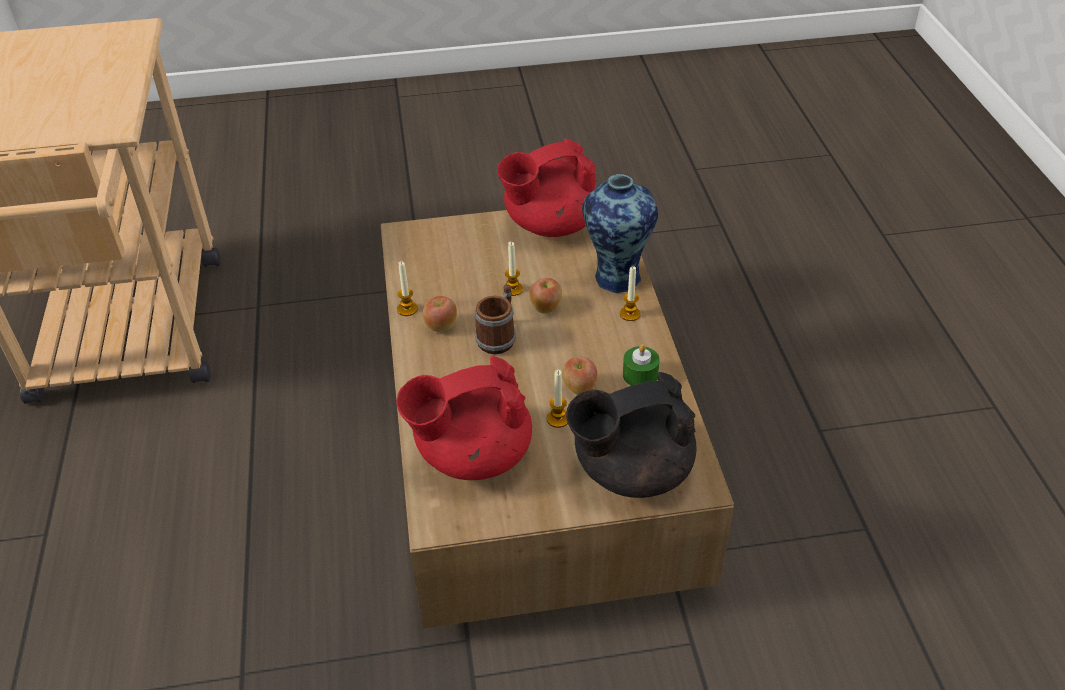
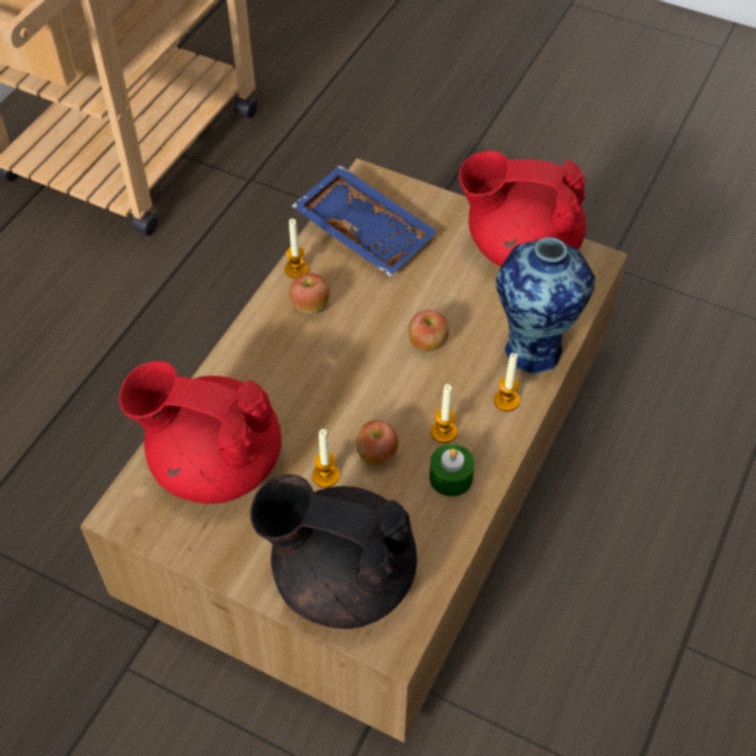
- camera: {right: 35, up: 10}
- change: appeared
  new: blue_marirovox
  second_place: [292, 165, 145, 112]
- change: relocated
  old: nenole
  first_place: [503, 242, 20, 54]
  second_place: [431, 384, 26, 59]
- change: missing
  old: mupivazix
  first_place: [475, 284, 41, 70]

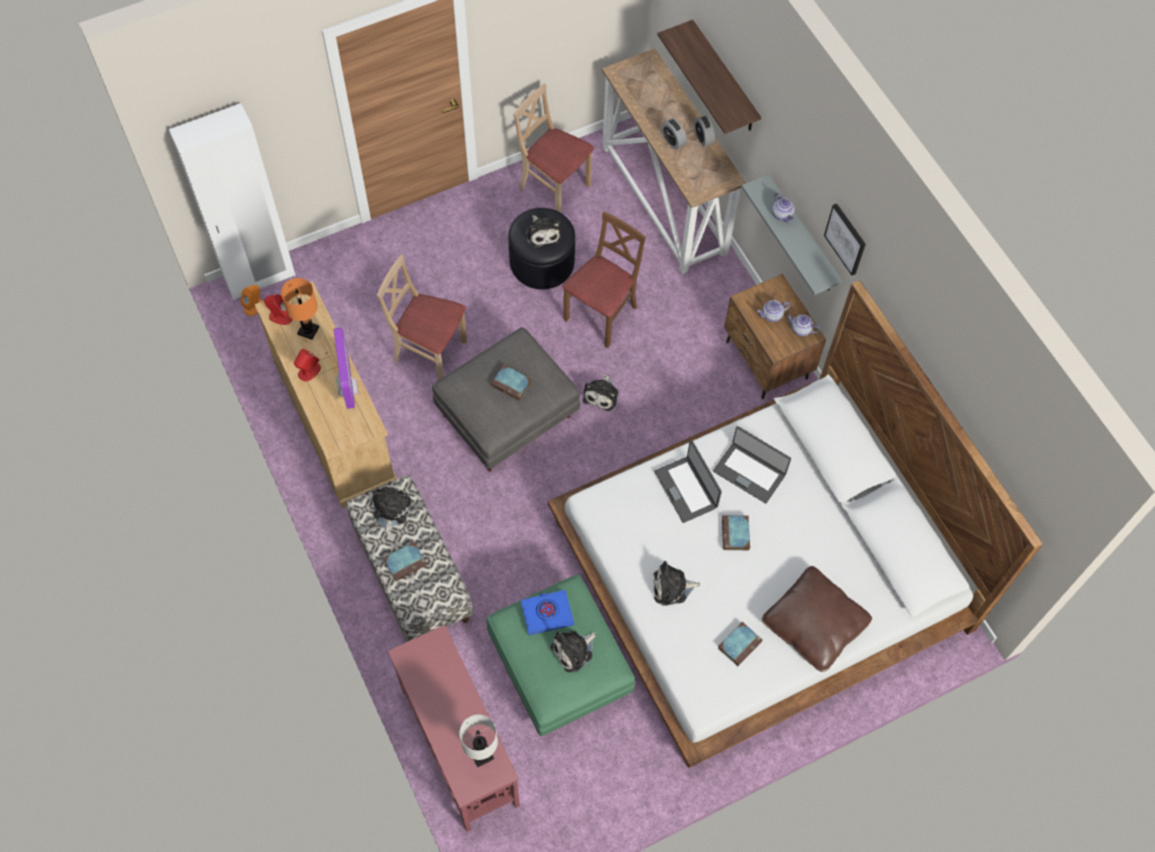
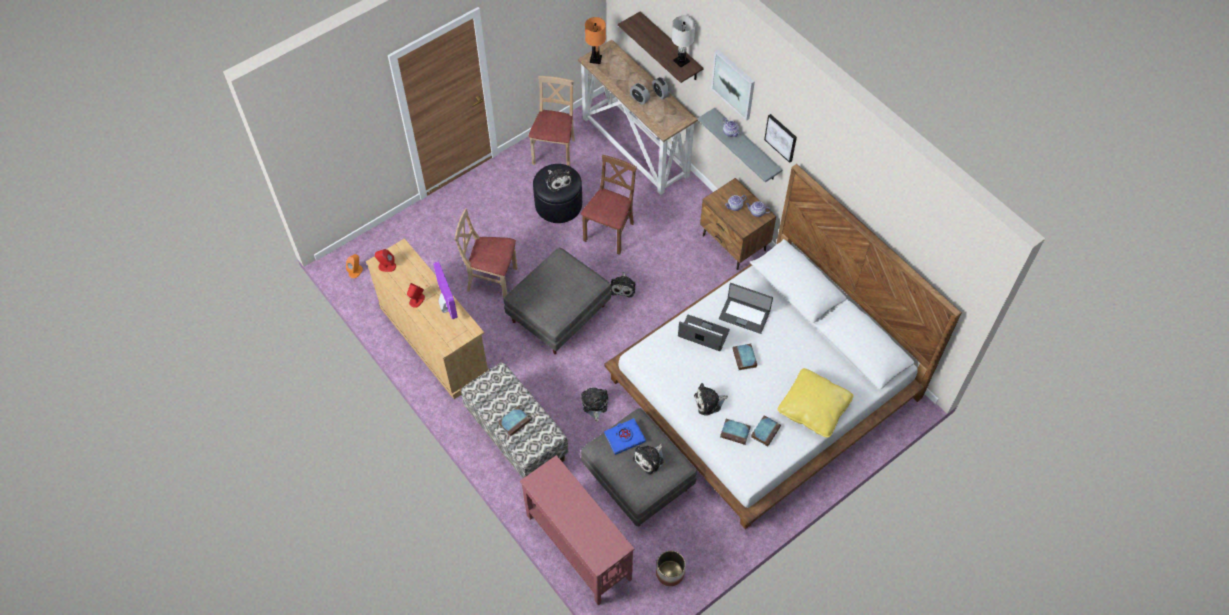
- camera: {right: -10, up: -5}
- change: spun
  old: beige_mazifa
  first_place: [513, 84, 81, 129]
  second_place: [529, 76, 46, 90]
  degrees: 75
- change: relocated
  old: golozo
  first_place: [372, 486, 39, 50]
  second_place: [581, 387, 27, 35]
- change: colour
  old: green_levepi
  new: grey_levepi
  first_place: [486, 575, 149, 161]
  second_place: [581, 408, 116, 118]
- change: relocated
  old: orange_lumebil
  first_place: [281, 278, 38, 62]
  second_place: [585, 17, 21, 47]
- change: appeared
  new: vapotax
  second_place: [656, 550, 29, 36]
- change: relocated
  old: white_lumebil
  first_place: [459, 715, 39, 52]
  second_place: [672, 15, 23, 52]
- change: spun
  old: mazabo
  first_place: [655, 440, 67, 83]
  second_place: [678, 315, 52, 36]
  degrees: 150
- change: appeared
  new: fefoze
  second_place: [711, 49, 44, 72]
- change: relocated
  old: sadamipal
  first_place: [491, 365, 41, 36]
  second_place: [720, 419, 31, 26]
- change: colour
  old: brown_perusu
  new: yellow_perusu
  first_place: [762, 566, 110, 106]
  second_place: [777, 368, 77, 70]
- change: missing
  old: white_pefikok
  first_place: [169, 103, 127, 197]

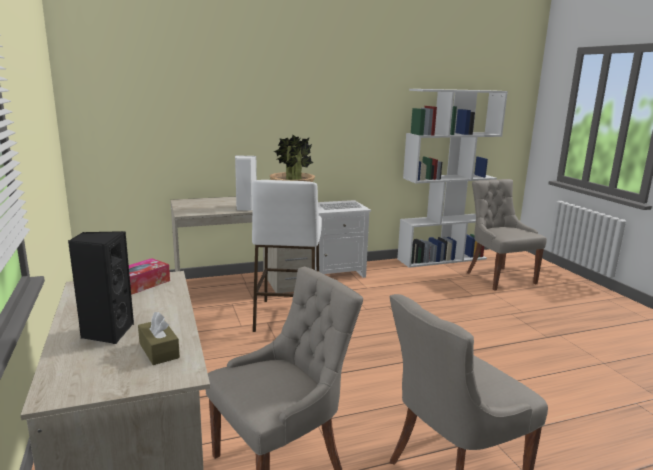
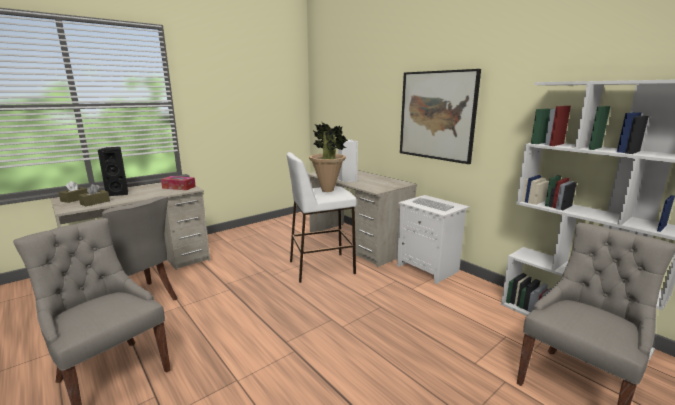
- camera: {right: 70, up: 0}
- change: appeared
  new: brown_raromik
  second_place: [58, 181, 30, 22]
- change: appeared
  new: fefoze
  second_place: [400, 69, 81, 95]

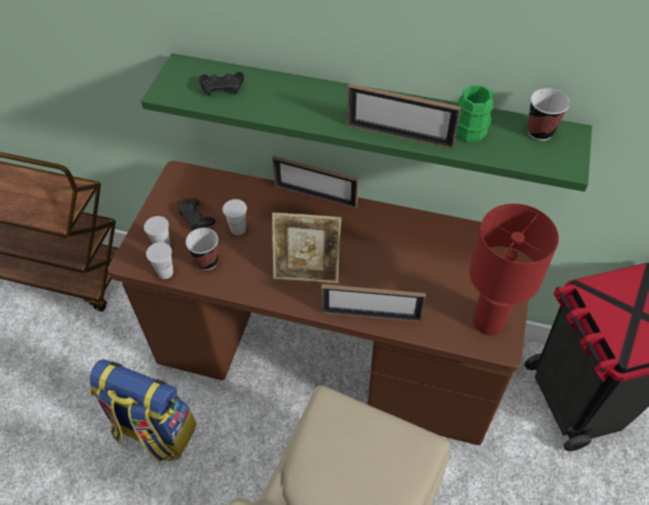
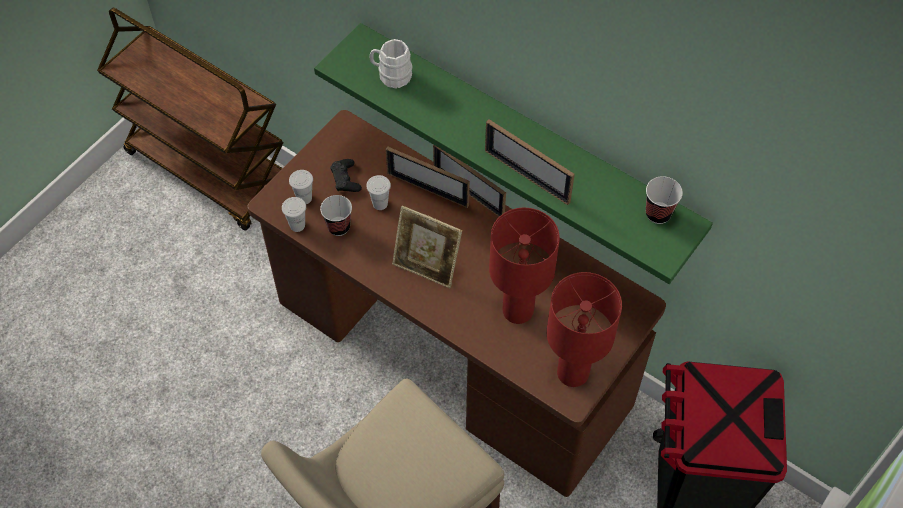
- camera: {right: 20, up: 5}
- change: exchanged
  old: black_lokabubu
  new: white_mupivazix
  first_place: [199, 72, 45, 24]
  second_place: [370, 39, 43, 50]
- change: relocated
  old: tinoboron
  first_place: [321, 284, 105, 38]
  second_place: [386, 146, 84, 62]
- change: appeared
  new: red_lumebil
  second_place: [489, 208, 71, 116]
- change: missing
  old: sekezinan
  first_place: [90, 359, 107, 103]
- change: missing
  old: green_mupivazix
  first_place: [456, 85, 38, 57]

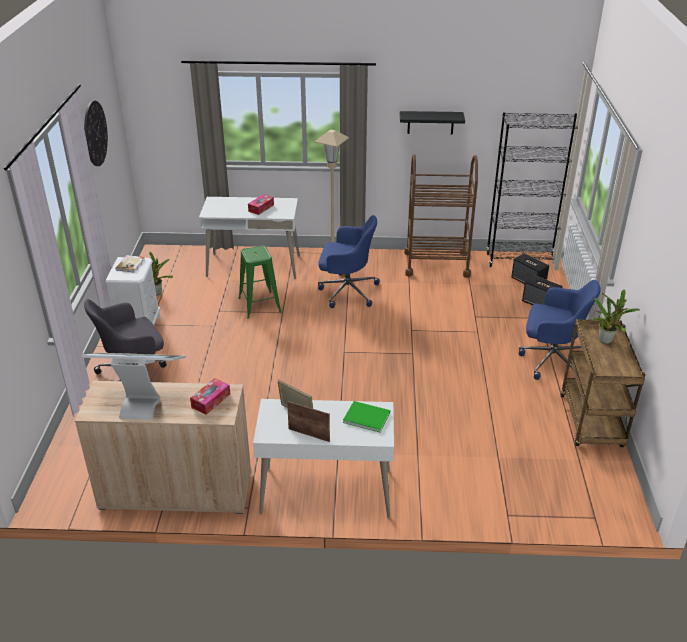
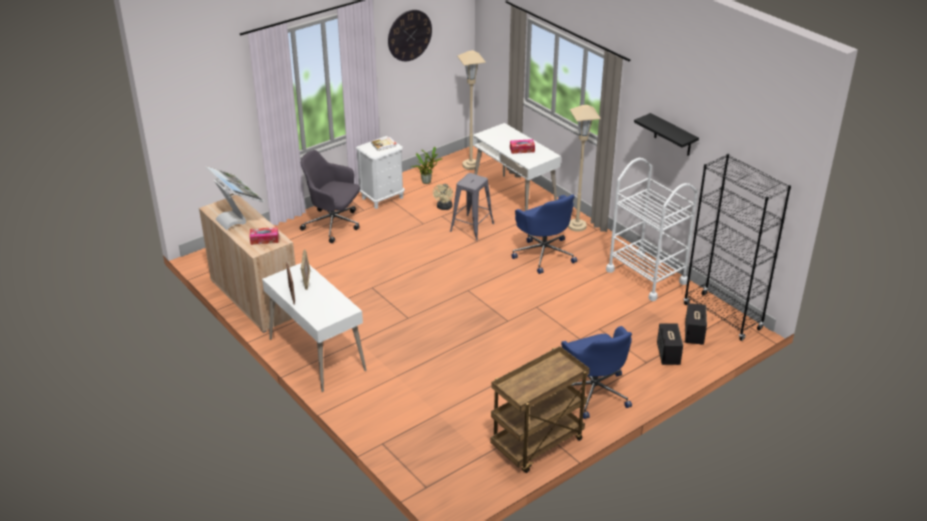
- camera: {right: 50, up: 0}
- change: appeared
  new: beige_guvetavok
  second_place: [433, 184, 20, 26]
- change: colour
  old: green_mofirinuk
  new: grey_mofirinuk
  first_place: [238, 245, 44, 74]
  second_place: [450, 173, 44, 67]
- change: appeared
  new: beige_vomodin
  second_place: [457, 50, 29, 120]
- change: colour
  old: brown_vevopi
  new: white_vevopi
  first_place: [404, 154, 74, 124]
  second_place: [606, 158, 92, 143]
- change: missing
  old: green_sadamipal
  first_place: [343, 401, 47, 32]
- change: missing
  old: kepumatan
  first_place: [592, 290, 48, 54]

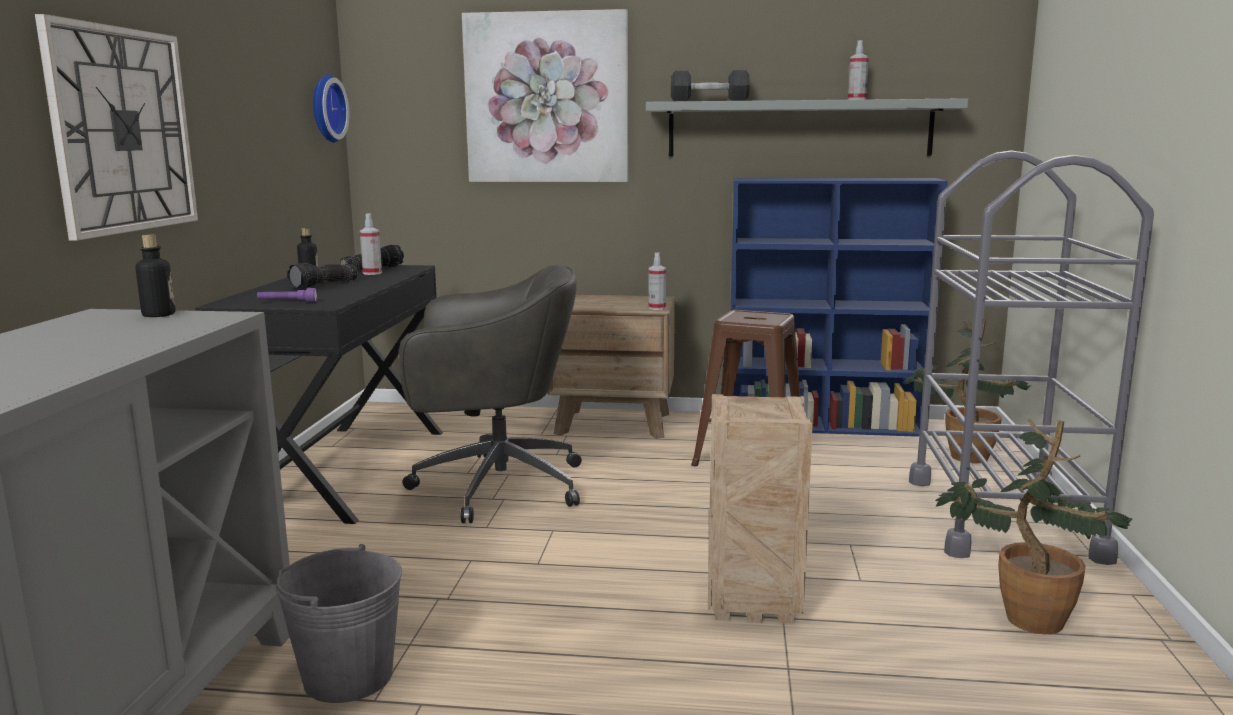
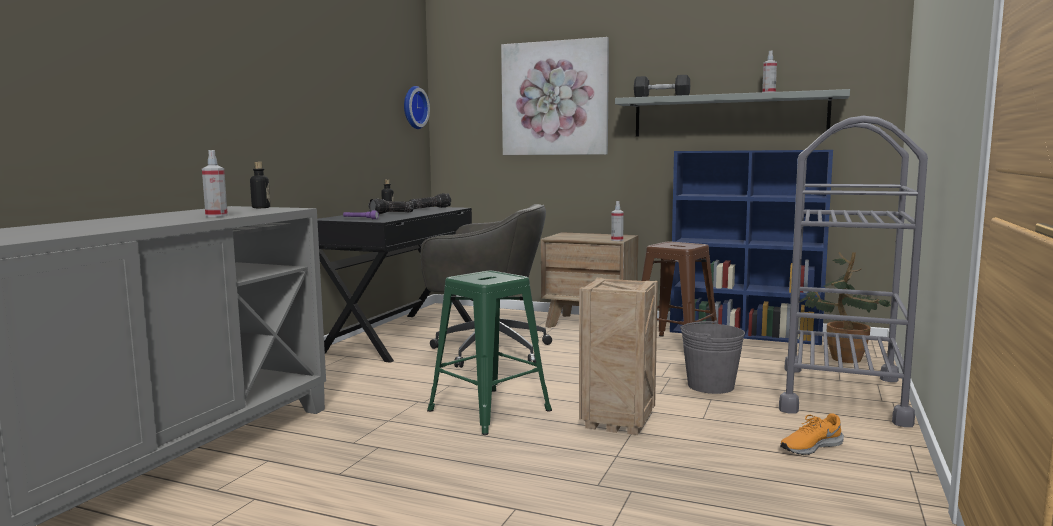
- camera: {right: 15, up: -5}
- change: relocated
  old: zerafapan
  first_place: [360, 213, 22, 62]
  second_place: [202, 150, 26, 67]
- change: appeared
  new: green_mofirinuk
  second_place: [427, 271, 125, 164]
- change: relocated
  old: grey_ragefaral
  first_place: [276, 544, 126, 159]
  second_place: [680, 320, 65, 74]
- change: exchanged
  old: kepumatan
  new: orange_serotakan
  first_place: [935, 419, 198, 215]
  second_place: [780, 413, 64, 42]
- change: missing
  old: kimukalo
  first_place: [35, 14, 163, 227]

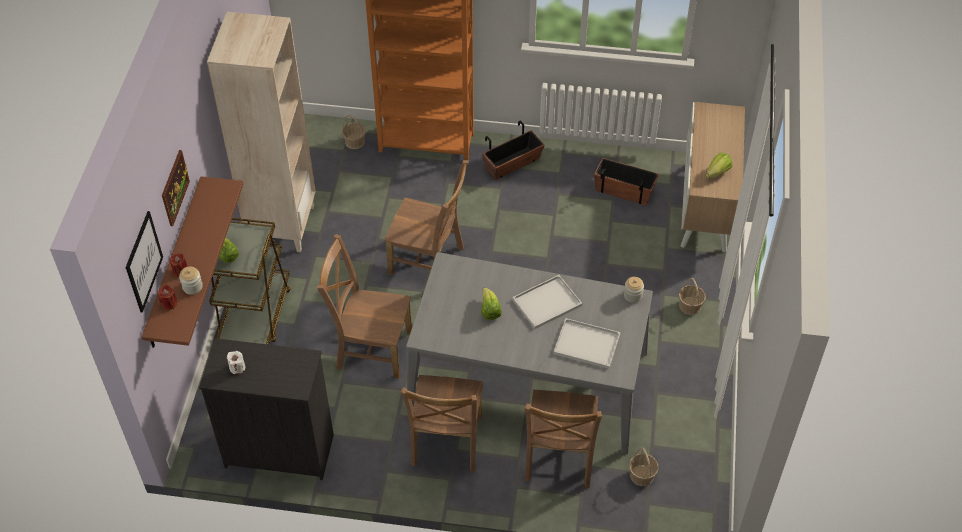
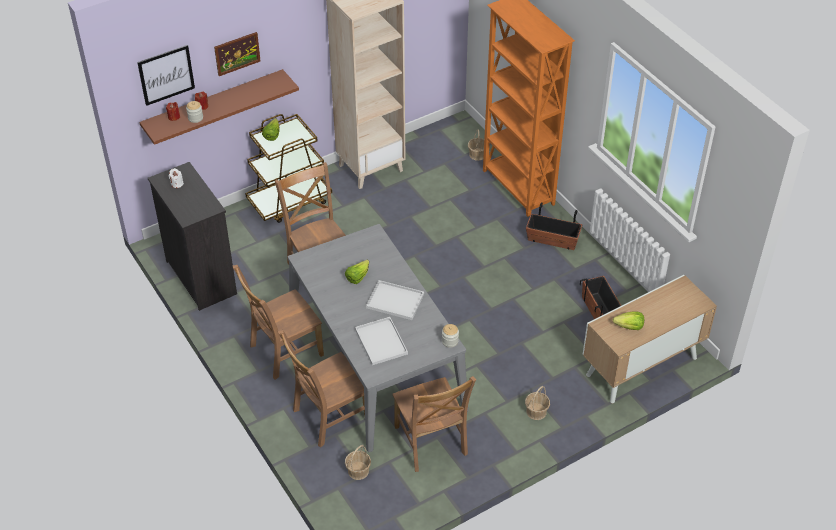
- camera: {right: 50, up: -5}
- change: relocated
  old: brown_mazifa
  first_place: [384, 160, 85, 115]
  second_place: [393, 376, 83, 96]

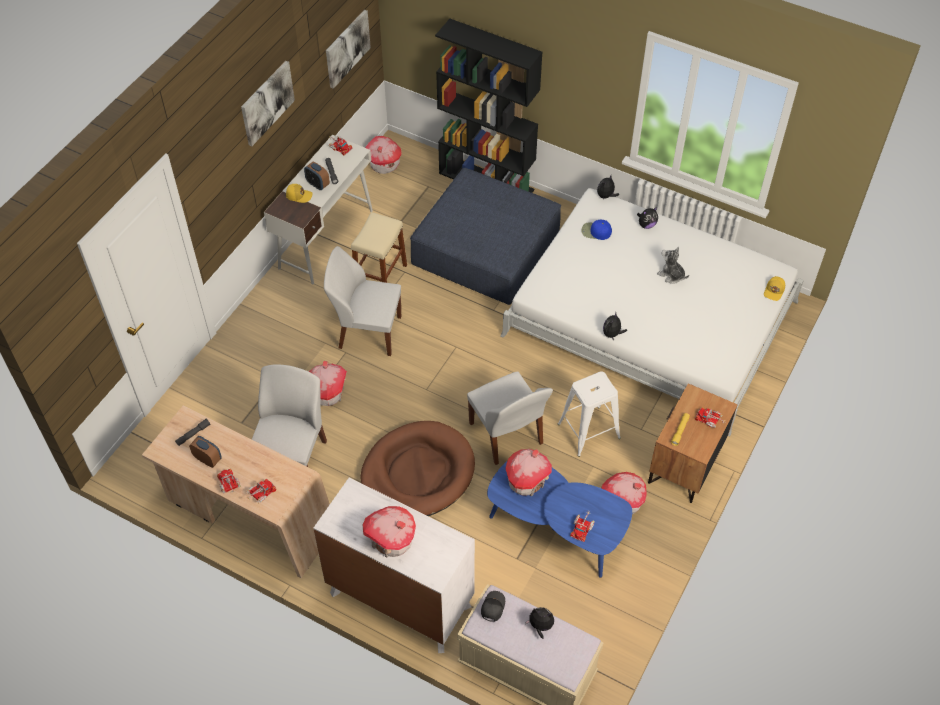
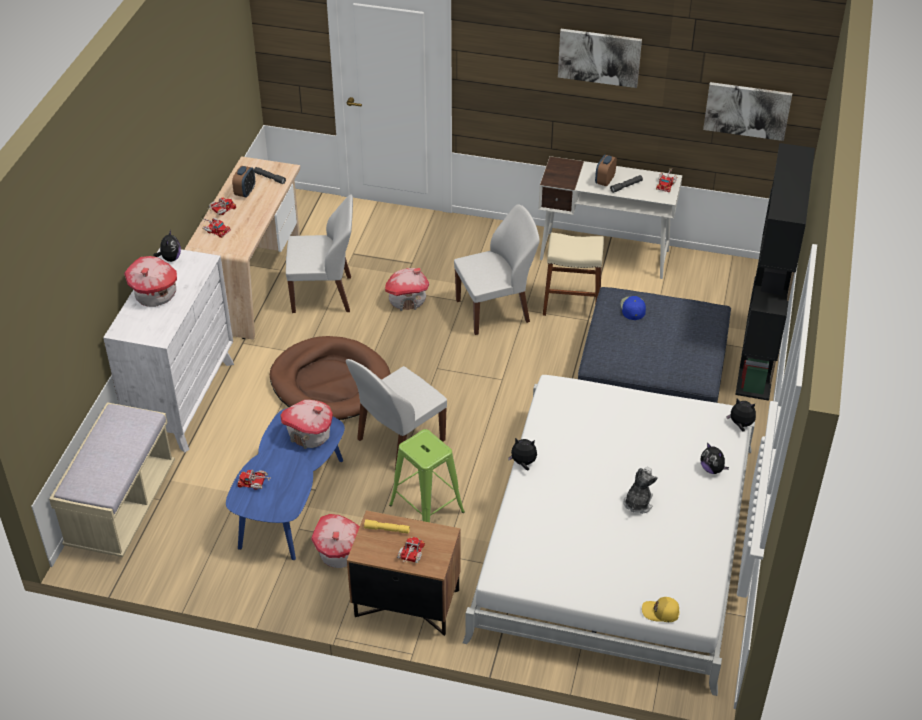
- camera: {right: 75, up: -10}
- change: relocated
  old: golozo
  first_place: [525, 607, 29, 32]
  second_place: [153, 229, 28, 33]
- change: colour
  old: white_mofirinuk
  new: green_mofirinuk
  first_place: [558, 371, 63, 86]
  second_place: [389, 429, 76, 93]
- change: spun
  old: white_mazifa
  first_place: [324, 246, 77, 110]
  second_place: [454, 204, 86, 131]
  degrees: 75
- change: relocated
  old: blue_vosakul
  first_place: [581, 220, 31, 20]
  second_place: [621, 296, 25, 24]
- change: missing
  old: yellow_vosakul
  first_place: [286, 184, 27, 19]
- change: missing
  old: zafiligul
  first_place: [365, 136, 37, 38]
- change: missing
  old: black_vosakul
  first_place: [481, 591, 24, 31]

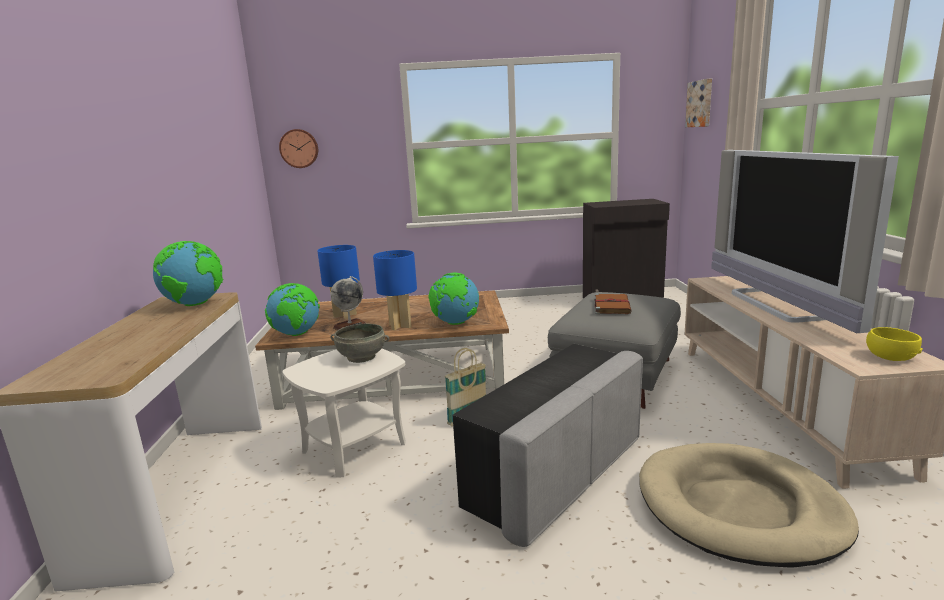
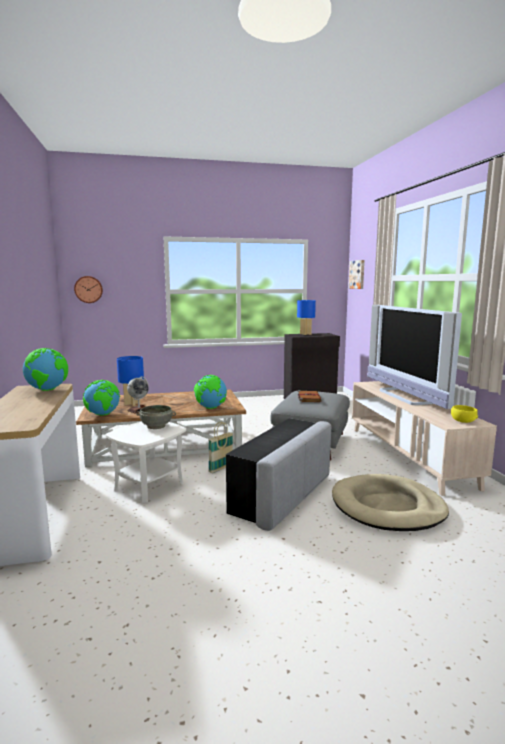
- camera: {right: -10, up: -5}
- change: relocated
  old: blue_lumebil
  first_place: [373, 250, 44, 80]
  second_place: [297, 300, 19, 35]

